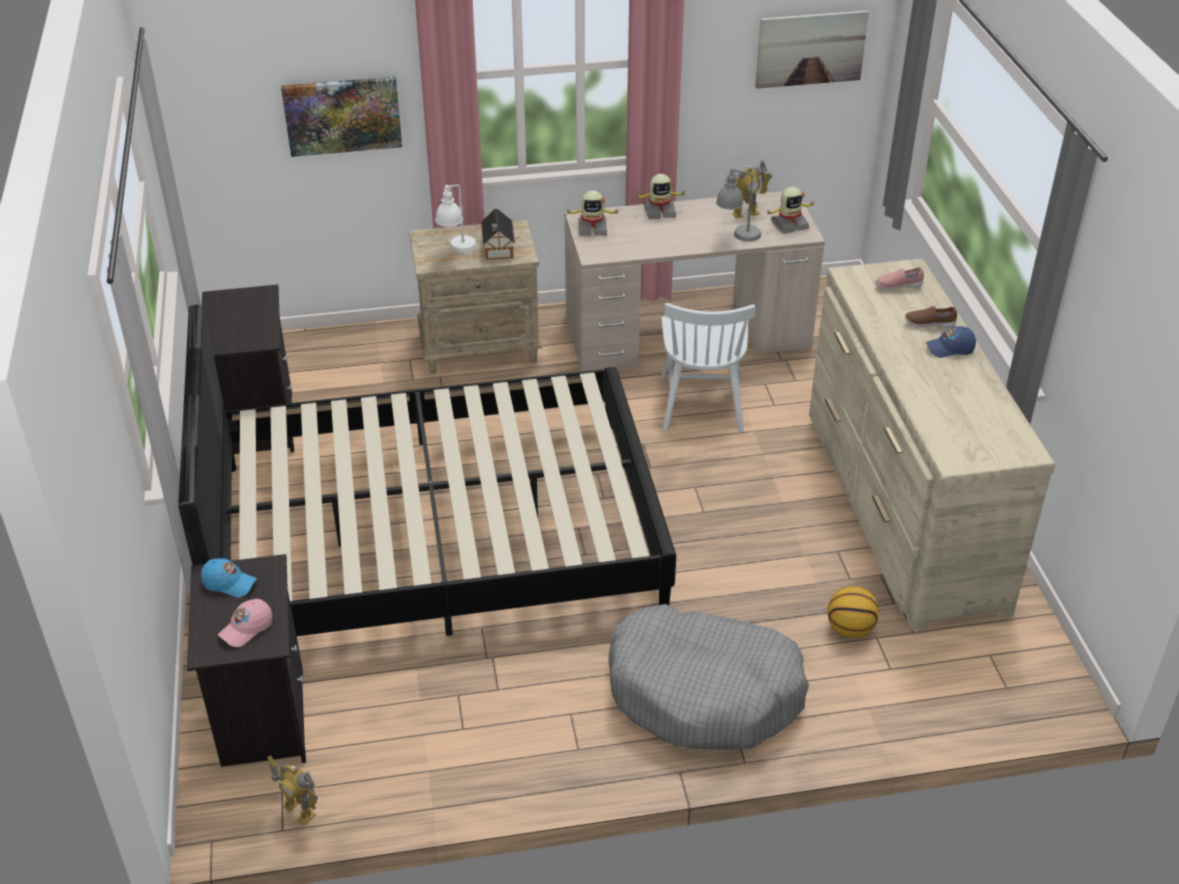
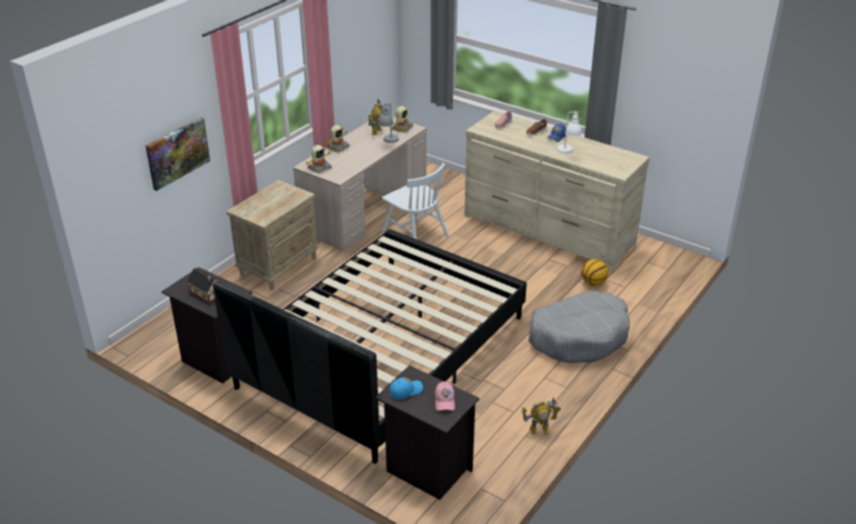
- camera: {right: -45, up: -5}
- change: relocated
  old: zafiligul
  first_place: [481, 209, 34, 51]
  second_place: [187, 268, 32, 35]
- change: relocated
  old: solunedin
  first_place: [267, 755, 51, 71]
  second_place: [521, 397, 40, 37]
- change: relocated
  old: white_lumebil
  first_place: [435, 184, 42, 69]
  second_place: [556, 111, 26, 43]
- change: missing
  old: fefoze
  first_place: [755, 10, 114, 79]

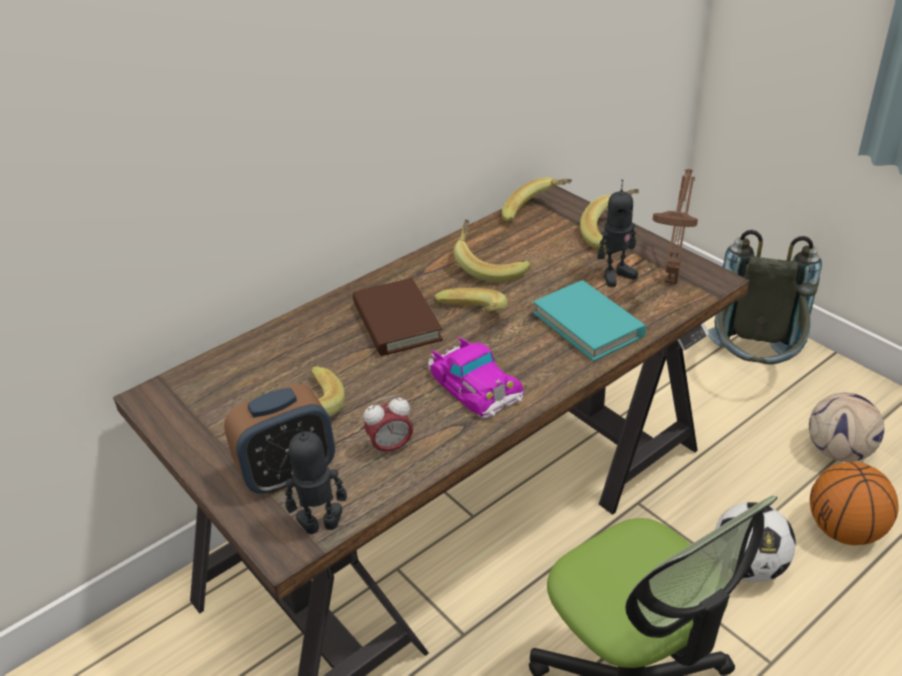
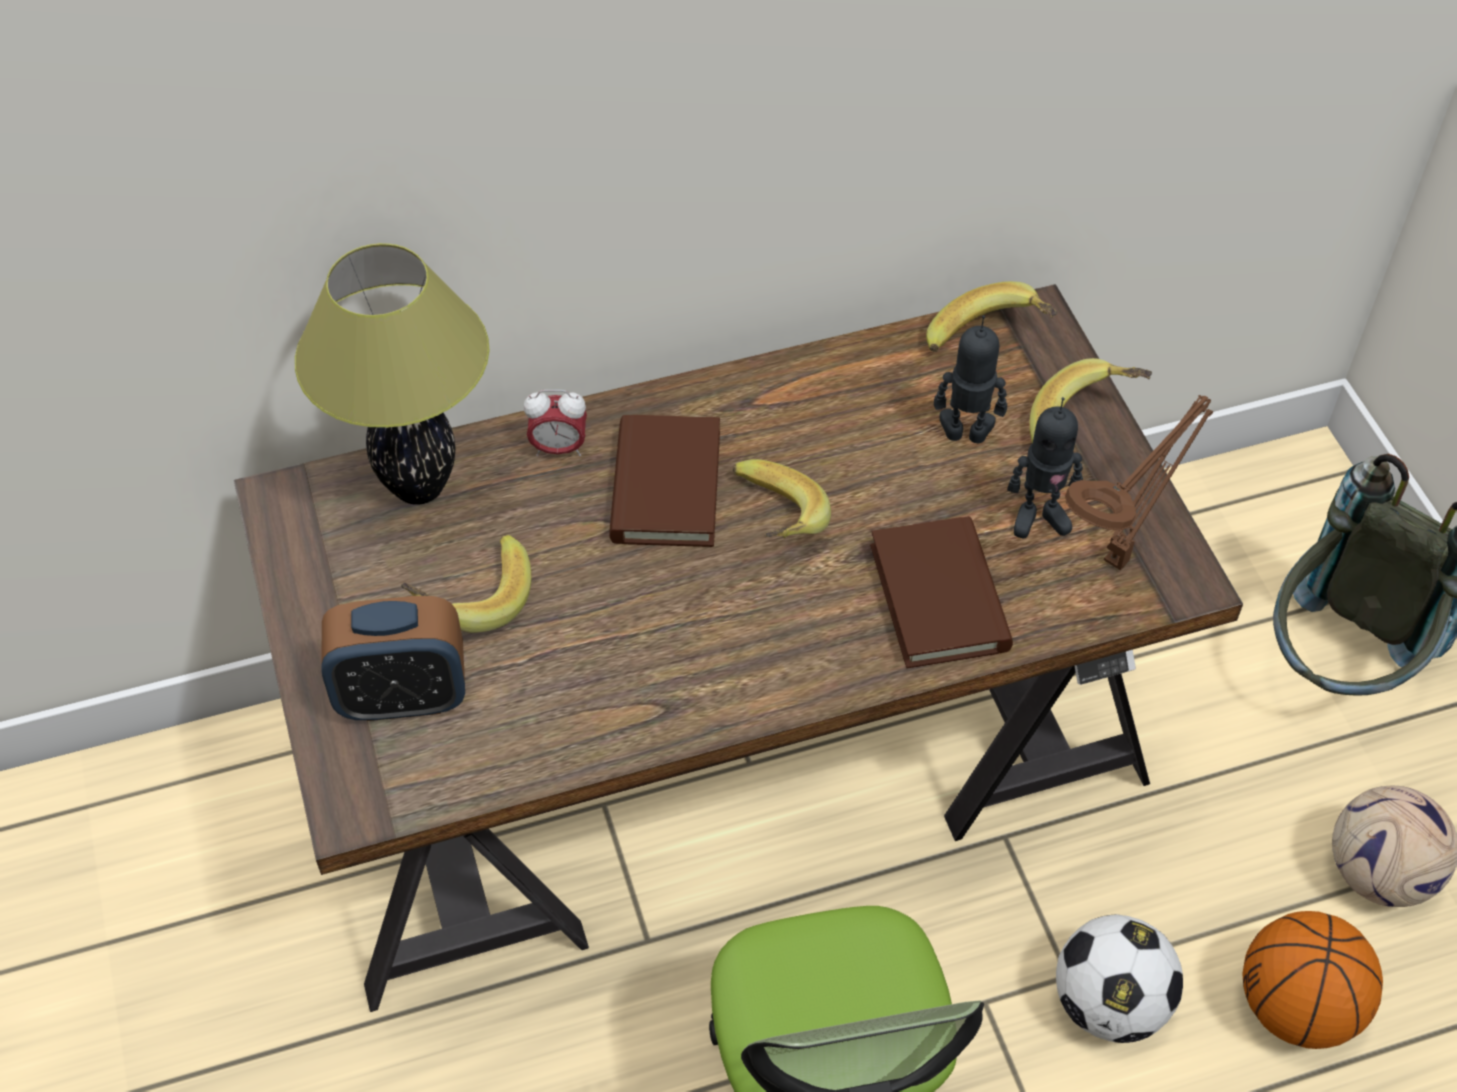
- camera: {right: 20, up: 15}
- change: appeared
  new: lumebil
  second_place: [295, 243, 194, 262]
- change: relocated
  old: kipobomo
  first_place: [364, 396, 49, 61]
  second_place: [524, 390, 63, 66]
- change: colour
  old: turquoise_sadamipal
  new: brown_sadamipal
  first_place: [533, 280, 113, 82]
  second_place: [870, 516, 143, 152]
- change: relocated
  old: solunedin
  first_place: [285, 421, 62, 113]
  second_place: [934, 315, 73, 128]
- change: missing
  old: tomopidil
  first_place: [428, 337, 96, 82]
- change: missing
  old: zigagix
  first_place: [454, 219, 77, 63]

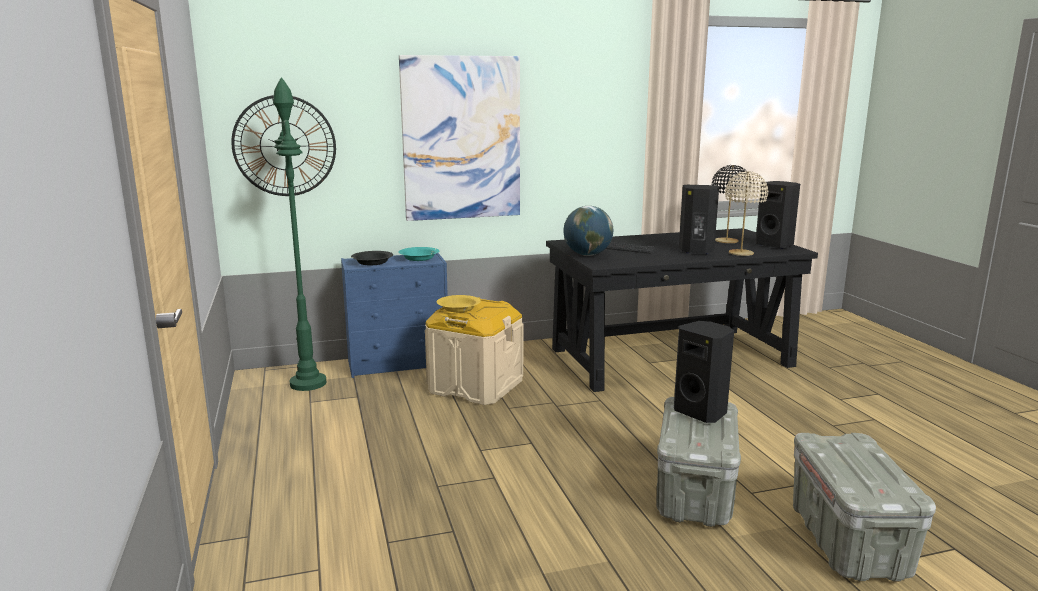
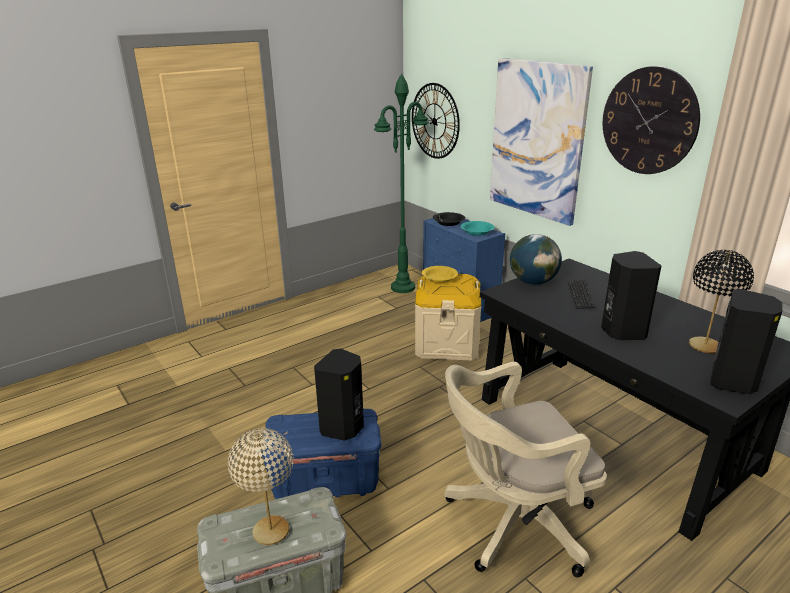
- camera: {right: 70, up: 10}
- change: relocated
  old: beige_lumebil
  first_place: [725, 171, 43, 85]
  second_place: [228, 428, 66, 117]
- change: colour
  old: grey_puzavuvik
  new: blue_puzavuvik
  first_place: [656, 397, 85, 130]
  second_place: [262, 409, 119, 90]
- change: appeared
  new: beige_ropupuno
  second_place: [444, 362, 163, 215]
- change: appeared
  new: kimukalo
  second_place: [603, 66, 97, 108]

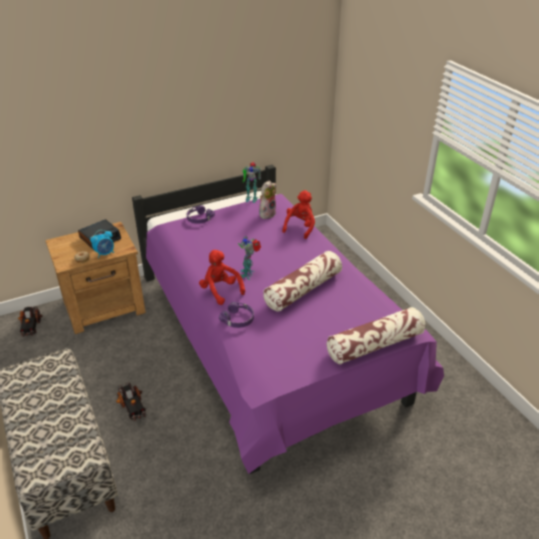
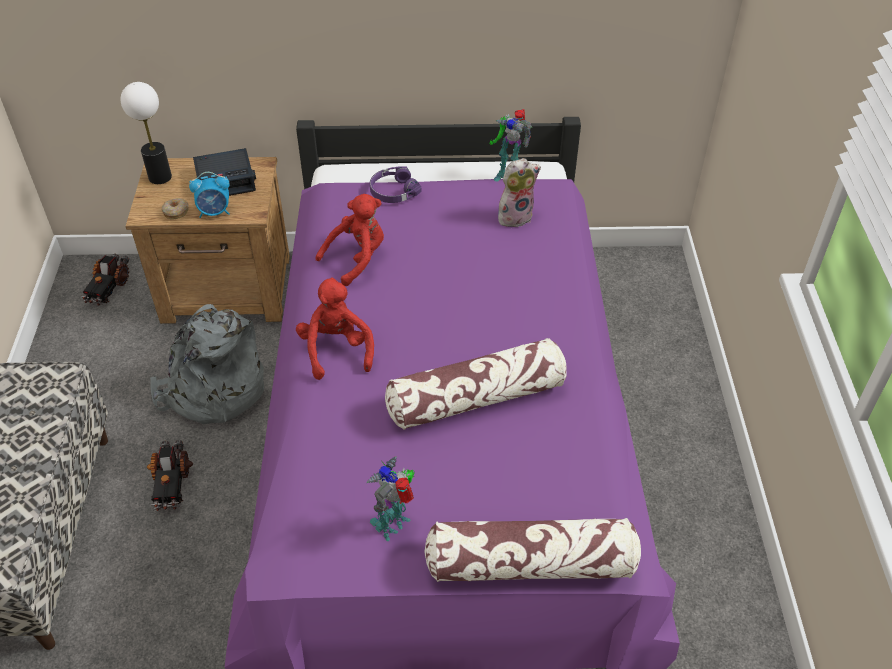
- camera: {right: 25, up: 10}
- change: appeared
  new: lumebil
  second_place: [120, 82, 52, 102]
- change: appeared
  new: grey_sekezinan
  second_place: [150, 304, 114, 120]
- change: relocated
  old: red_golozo
  first_place: [282, 190, 33, 49]
  second_place: [315, 194, 69, 92]
- change: relocated
  old: solunedin
  first_place: [238, 236, 23, 44]
  second_place: [367, 456, 48, 85]
- change: missing
  old: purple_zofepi
  first_place: [219, 302, 35, 26]

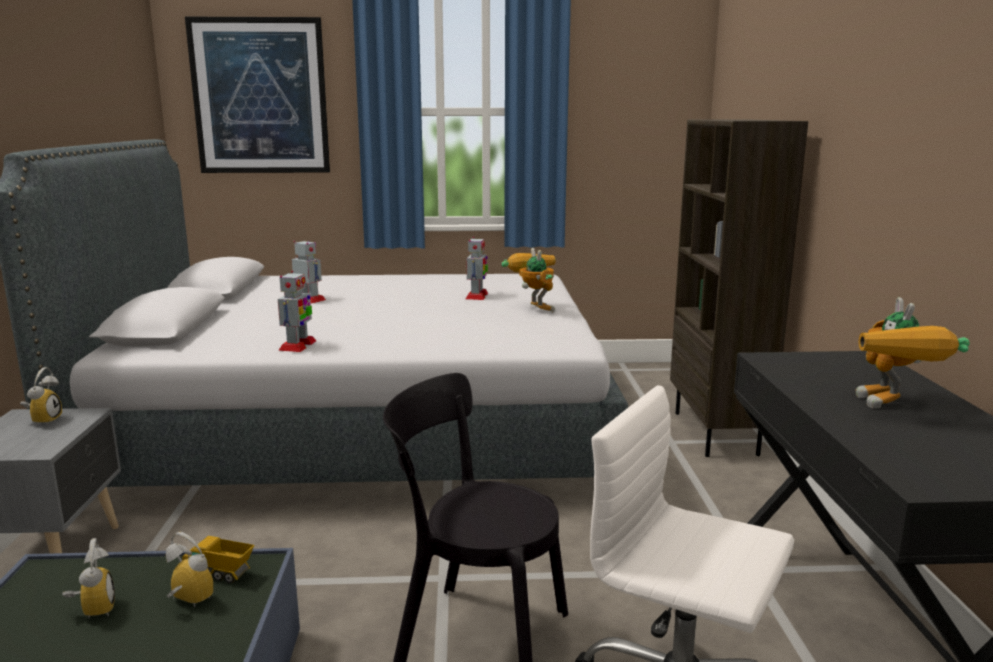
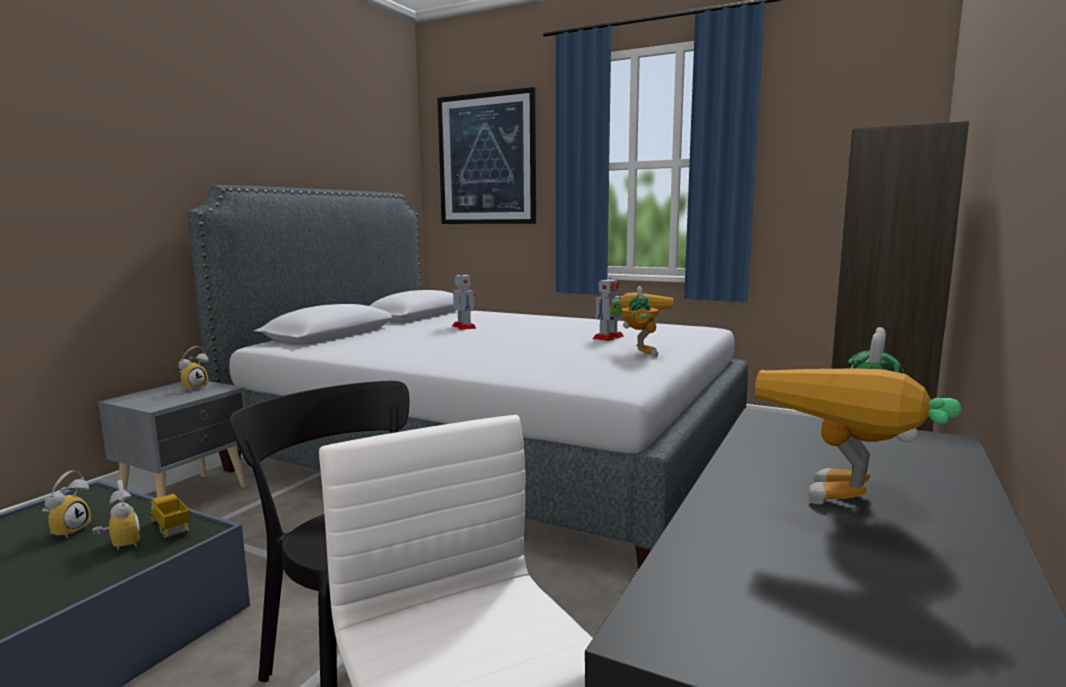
- camera: {right: 30, up: -5}
- change: missing
  old: solunedin
  first_place: [278, 271, 38, 81]

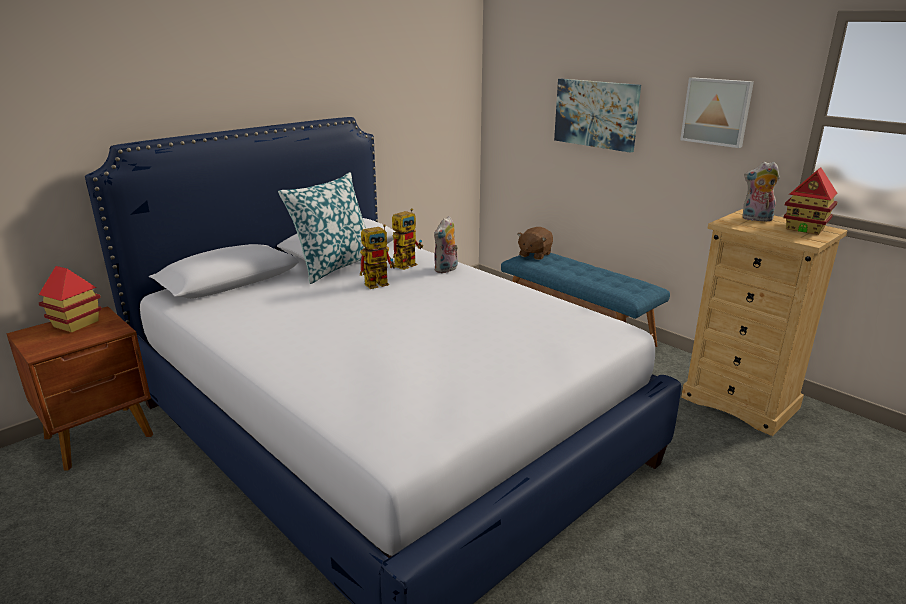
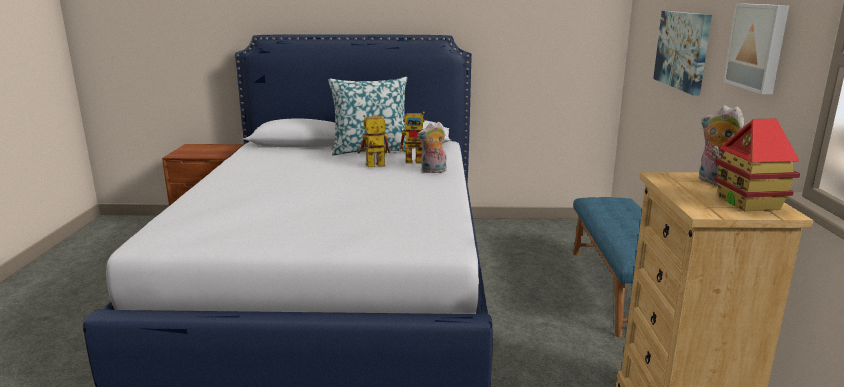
- camera: {right: 45, up: -5}
- change: spun
  old: solunedin
  first_place: [360, 224, 36, 65]
  second_place: [358, 115, 32, 52]
  degrees: 150
- change: missing
  old: zafiligul
  first_place: [39, 266, 63, 67]
- change: missing
  old: brown_golozo
  first_place: [517, 227, 36, 33]

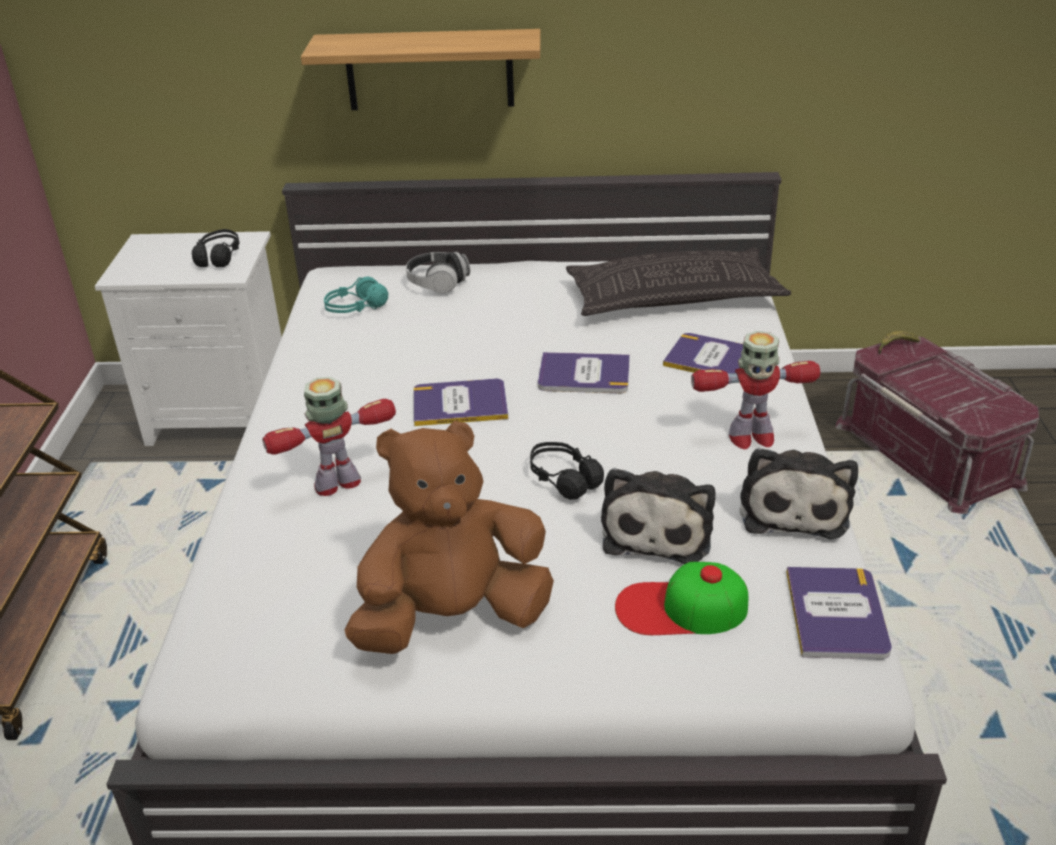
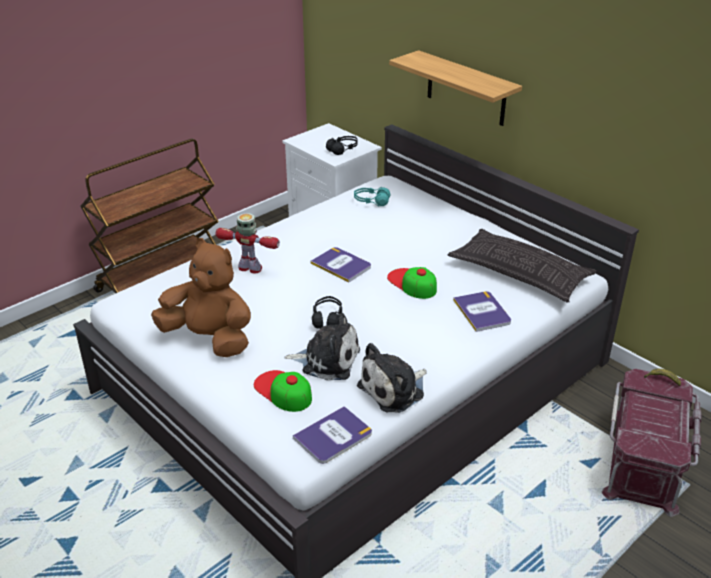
- camera: {right: 45, up: 0}
- change: spun
  old: golozo
  first_place: [601, 468, 115, 96]
  second_place: [284, 313, 76, 68]
  degrees: -135
- change: exchanged
  old: sadamipal
  new: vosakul
  first_place: [538, 352, 92, 41]
  second_place: [387, 267, 50, 32]
- change: missing
  old: zofepi
  first_place: [406, 252, 64, 41]
- change: missing
  old: solunedin
  first_place: [691, 331, 129, 118]

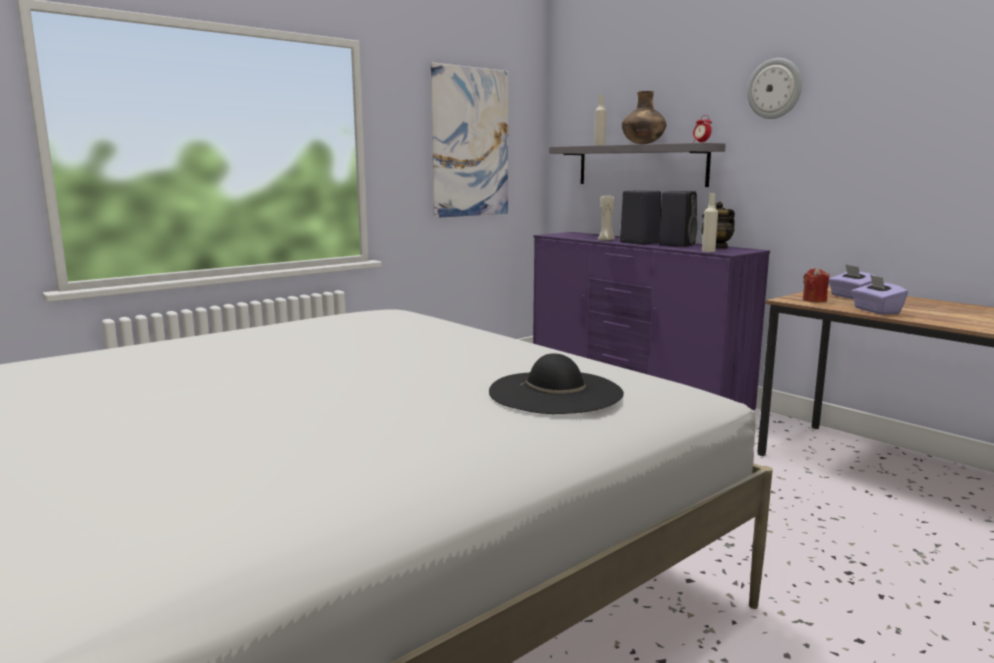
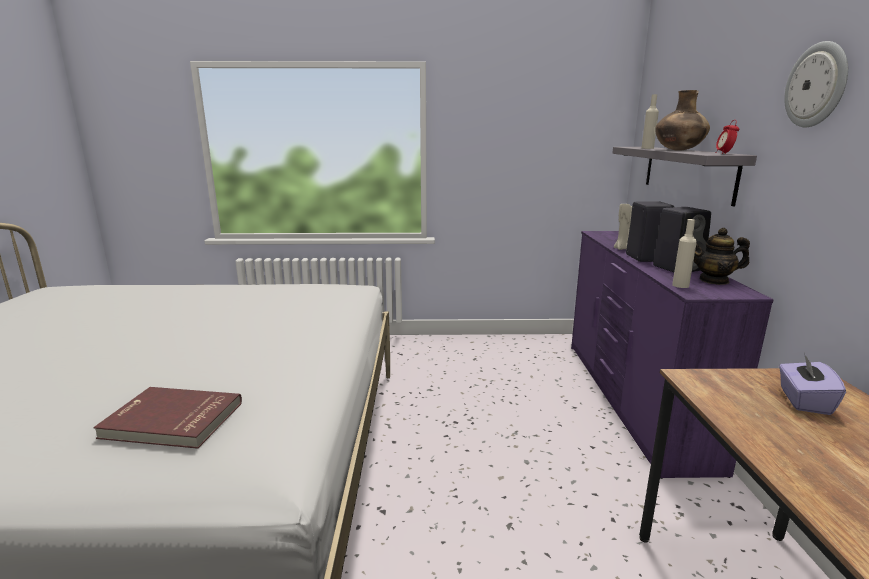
- camera: {right: 40, up: 5}
- change: exchanged
  old: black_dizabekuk
  new: red_sadamipal
  first_place: [489, 353, 135, 61]
  second_place: [93, 387, 149, 62]
- change: missing
  old: fefoze
  first_place: [431, 62, 77, 156]
- change: missing
  old: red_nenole
  first_place: [803, 267, 26, 35]
- change: missing
  old: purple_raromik
  first_place: [852, 275, 56, 40]

